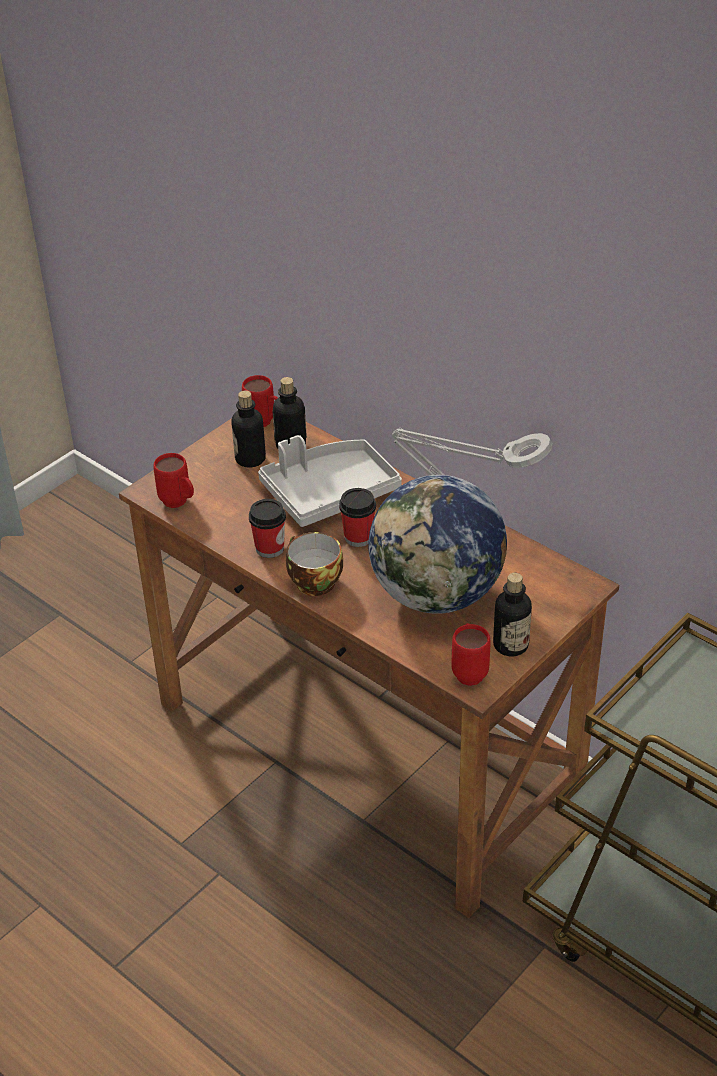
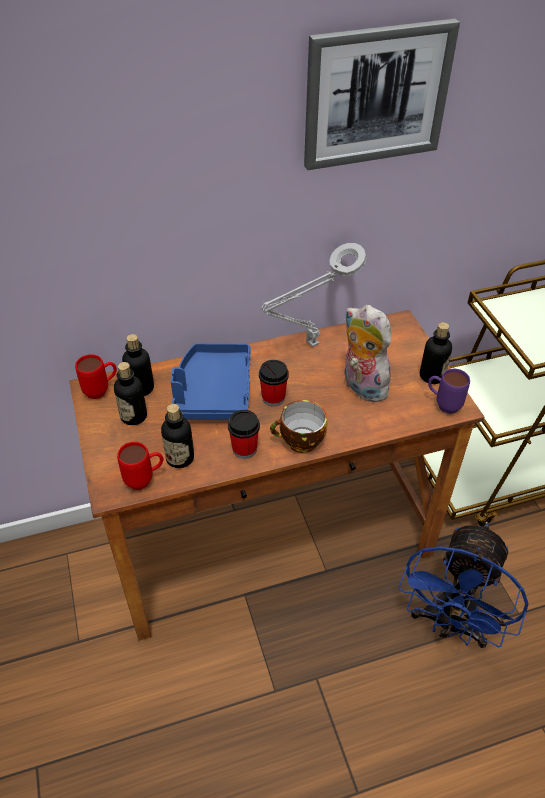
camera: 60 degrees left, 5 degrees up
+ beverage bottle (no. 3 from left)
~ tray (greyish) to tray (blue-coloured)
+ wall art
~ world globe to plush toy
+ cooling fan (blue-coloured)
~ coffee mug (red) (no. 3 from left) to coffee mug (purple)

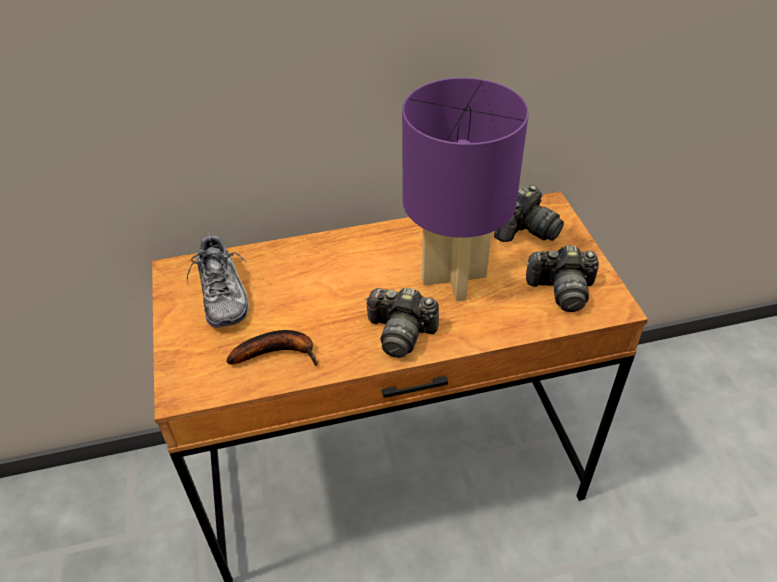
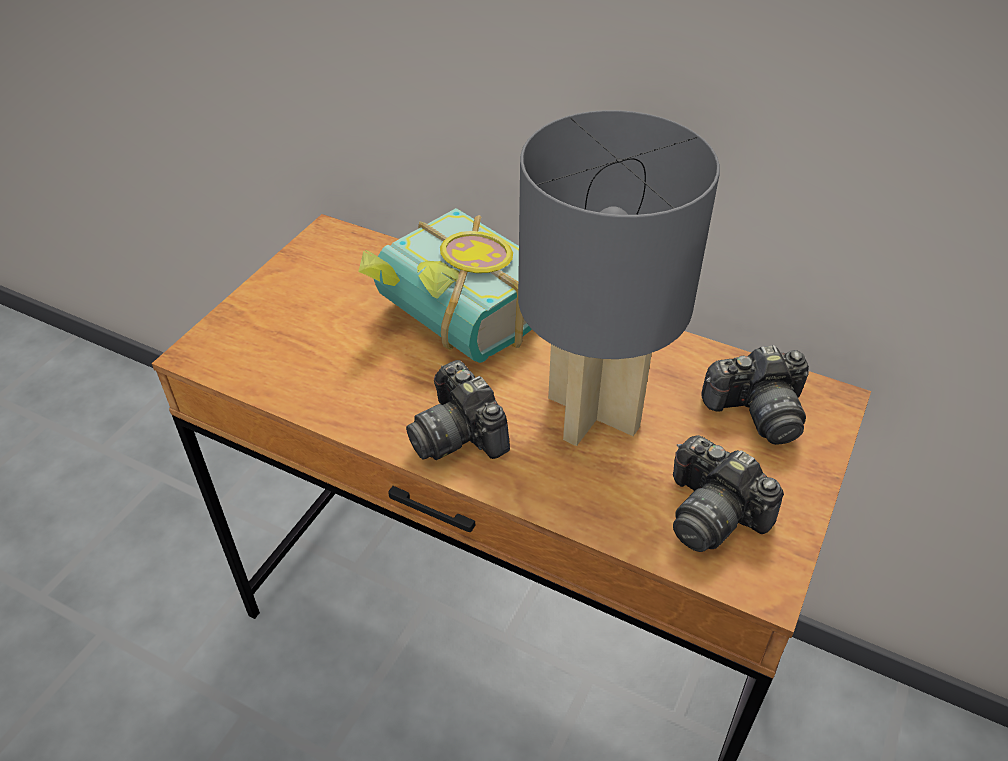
camera: 40 degrees right, 0 degrees up
+ bound book
~ tabletop lamp (purple) to tabletop lamp (greyish)
- shoe
- banana fruit

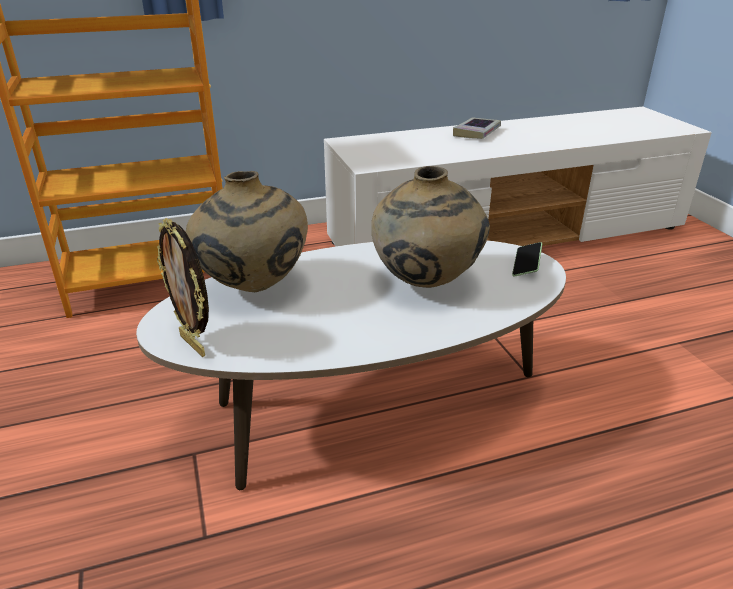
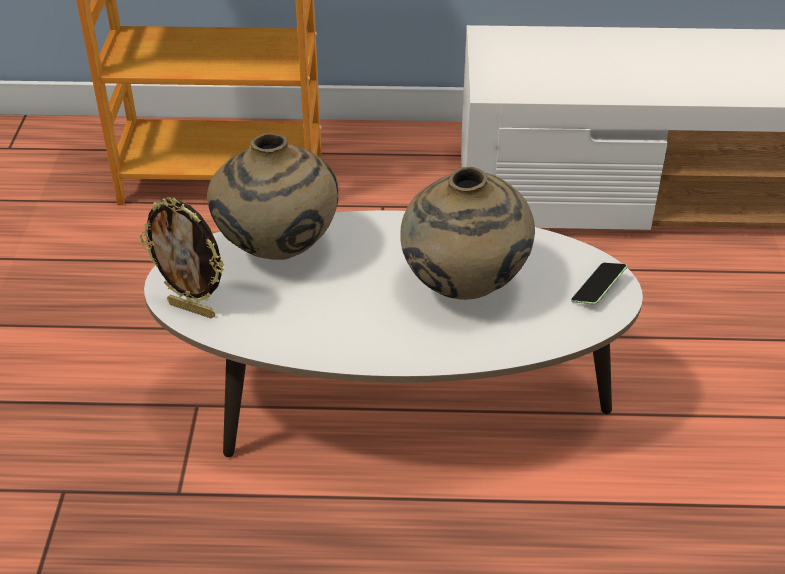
camera: 20 degrees right, 10 degrees up
~ photo frame 45 degrees counterclockwise
- bound book

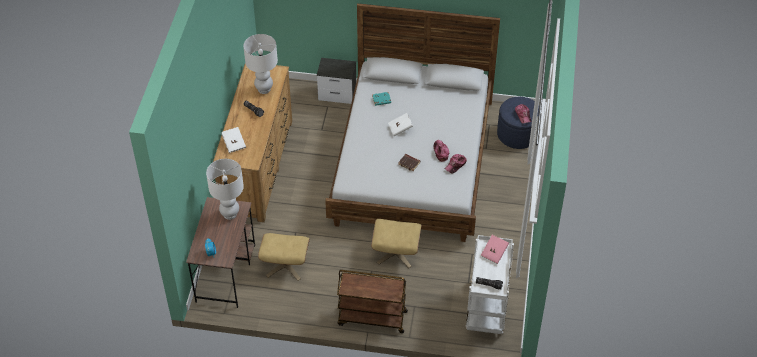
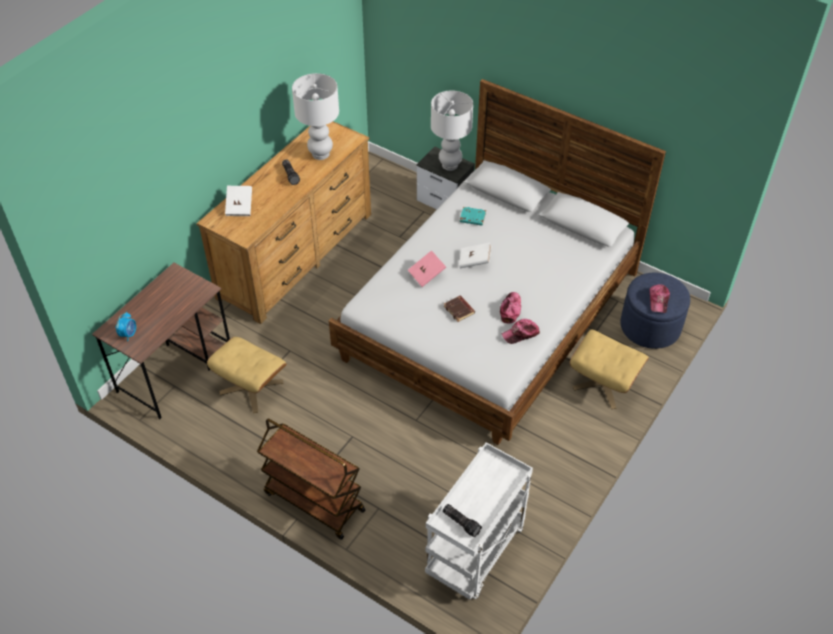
camera: 25 degrees right, 0 degrees up
~ bound book (pink-coloured)
~ tabletop lamp (white) (no. 1 from left in the first image) to tabletop lamp (white) (no. 2 from left)
~ ottoman (sand-coloured) (no. 2 from left)

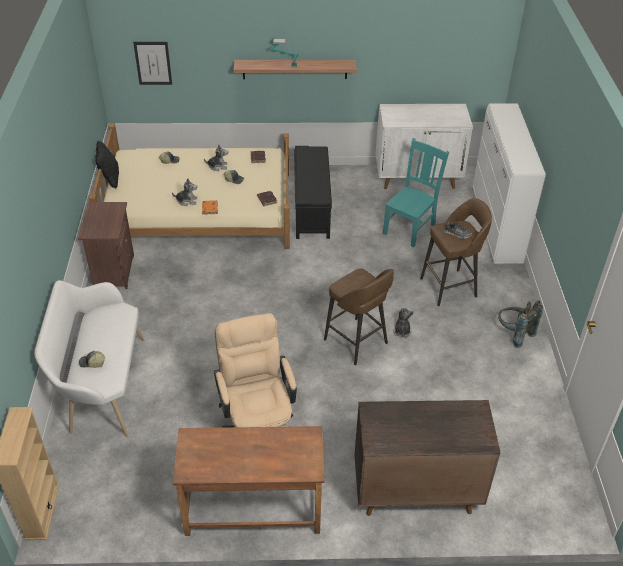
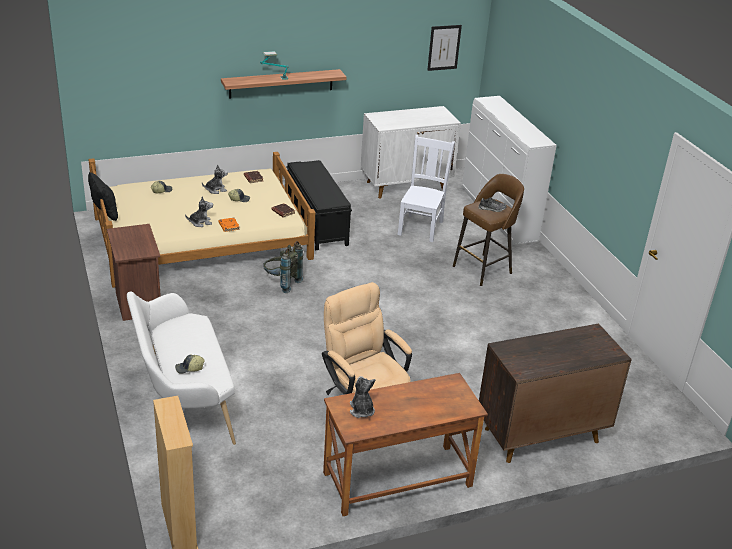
camera: 20 degrees left, 10 degrees down
~ knapsack (greyish)
~ plush toy (no. 3 from left)
~ plain chair (turquoise-coloured) to plain chair (white)
~ wall art
- stool (brown-coloured) (no. 1 from left)

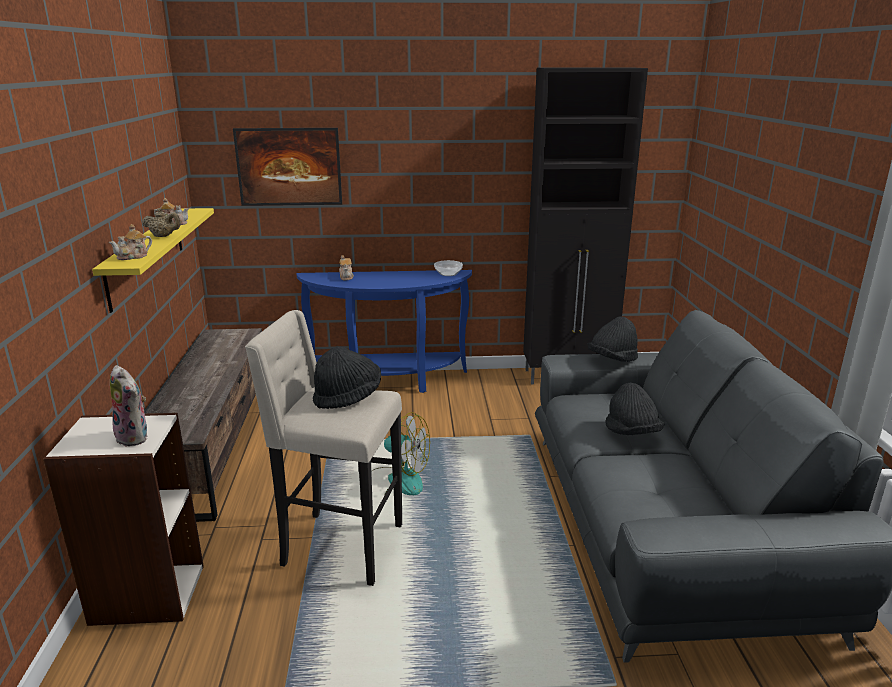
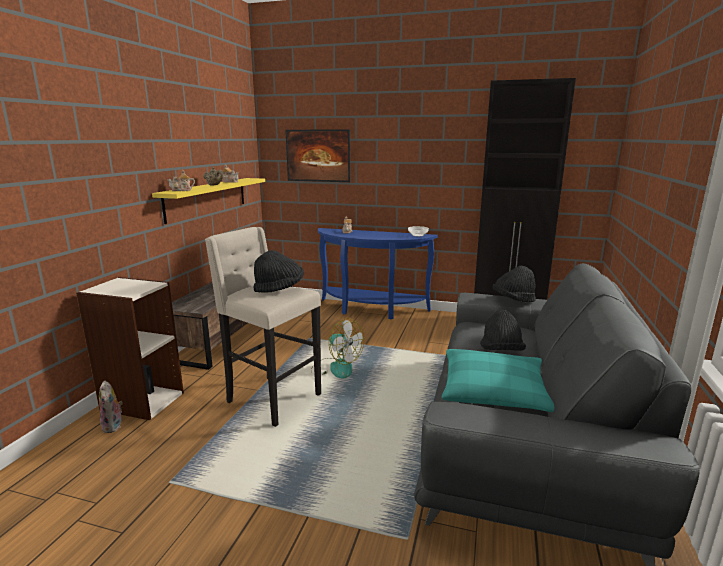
camera: 20 degrees right, 5 degrees down
~ plush toy
+ pillow (turquoise-coloured)

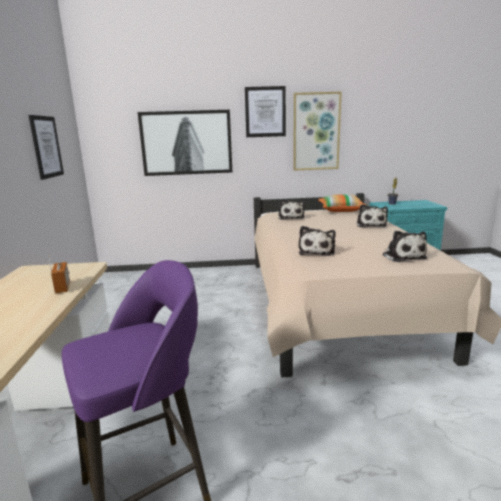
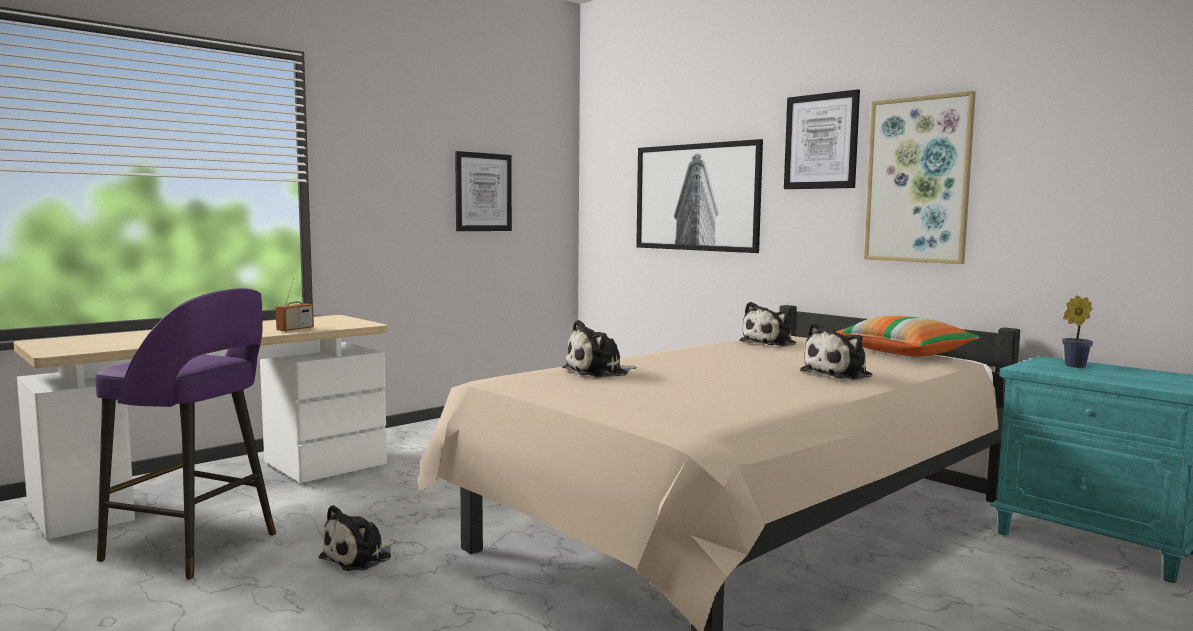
camera: 50 degrees right, 10 degrees down
~ plush toy (no. 4 from left in the first image) to plush toy (no. 1 from left)

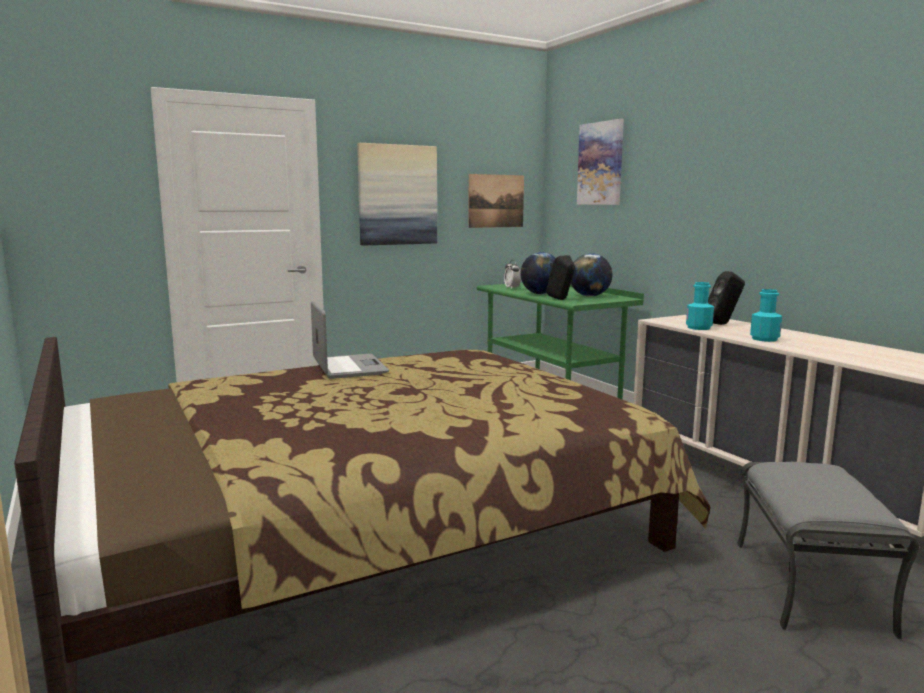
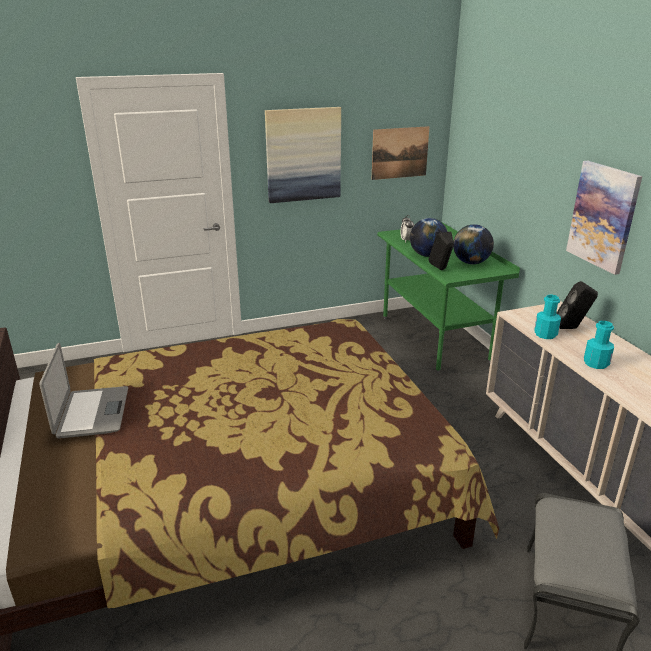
camera: 10 degrees right, 15 degrees up
~ laptop
~ wall art (no. 3 from left)

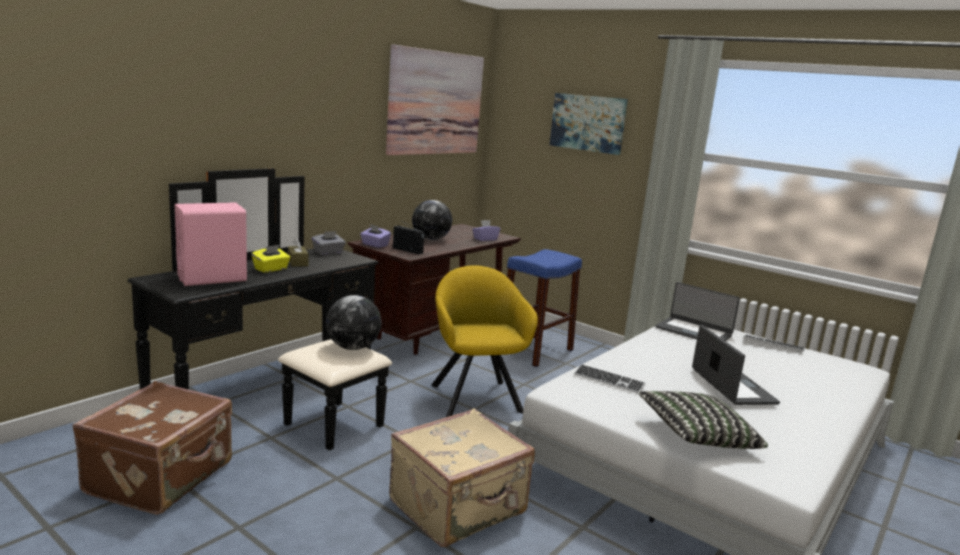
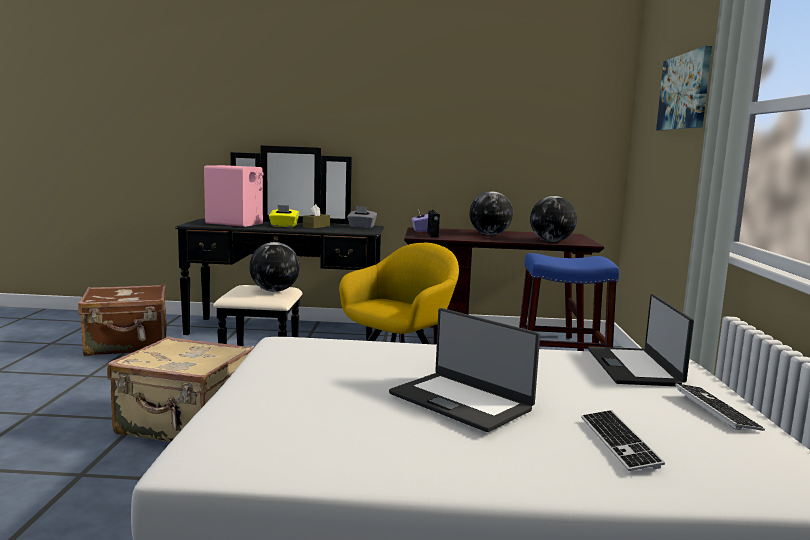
camera: 55 degrees right, 5 degrees down
~ laptop (no. 2 from left in the first image) 90 degrees clockwise
~ box of tissues (purple) (no. 2 from left) to world globe (no. 3 from left)
~ computer keyboard (no. 1 from left)
- wall art (no. 1 from left)
- pillow

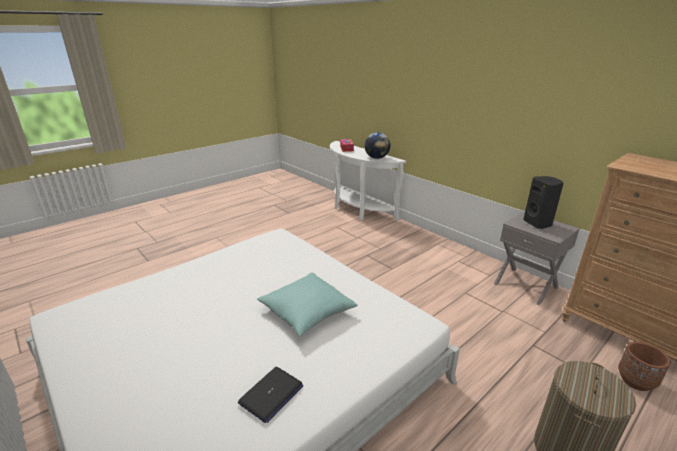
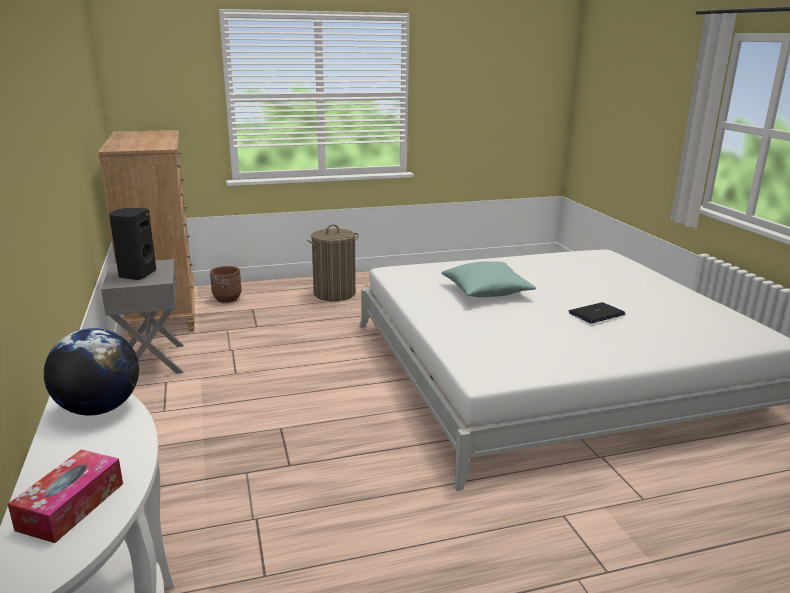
camera: 155 degrees left, 5 degrees down
~ laptop

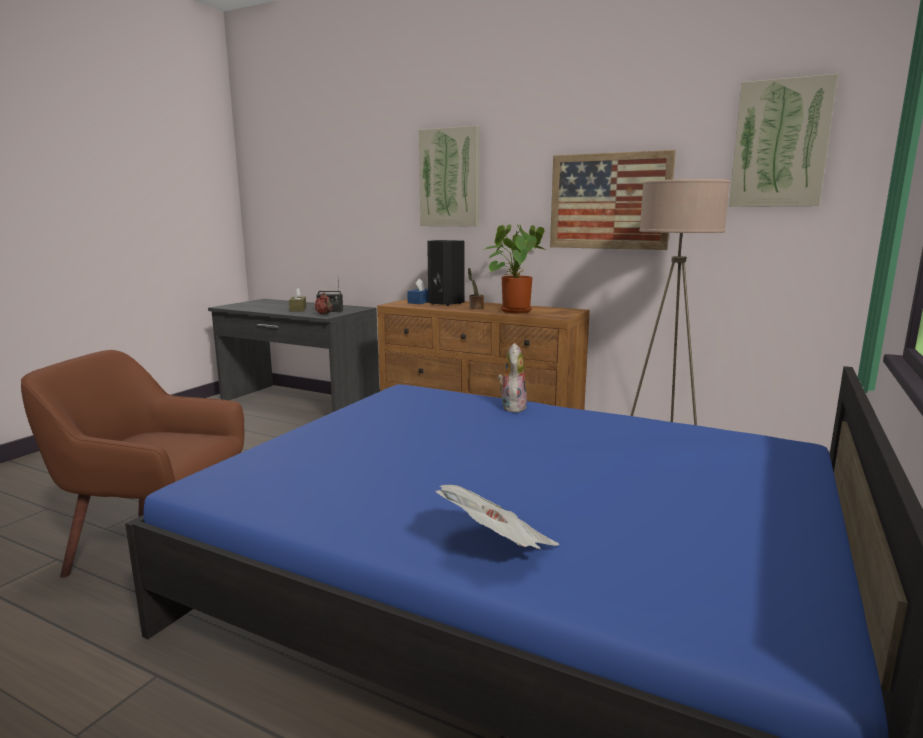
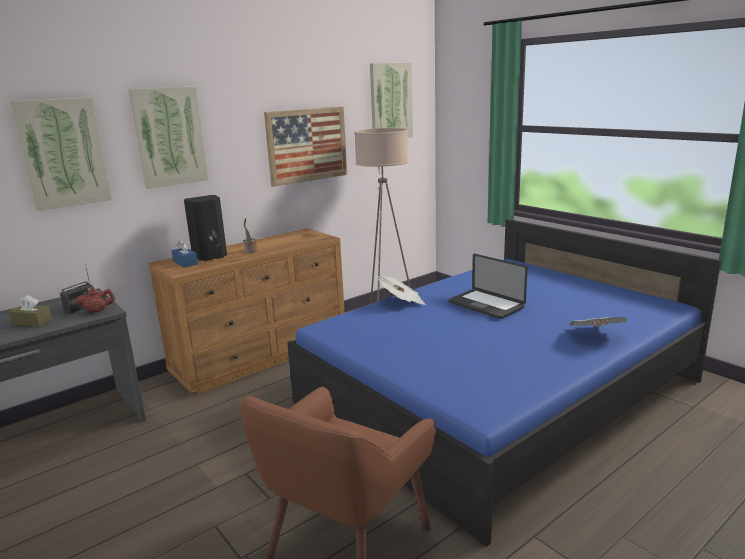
camera: 65 degrees left, 5 degrees up
+ wall art (no. 1 from left)
~ plush toy to printed paper (no. 1 from left)
+ laptop
- houseplant (no. 2 from left)

